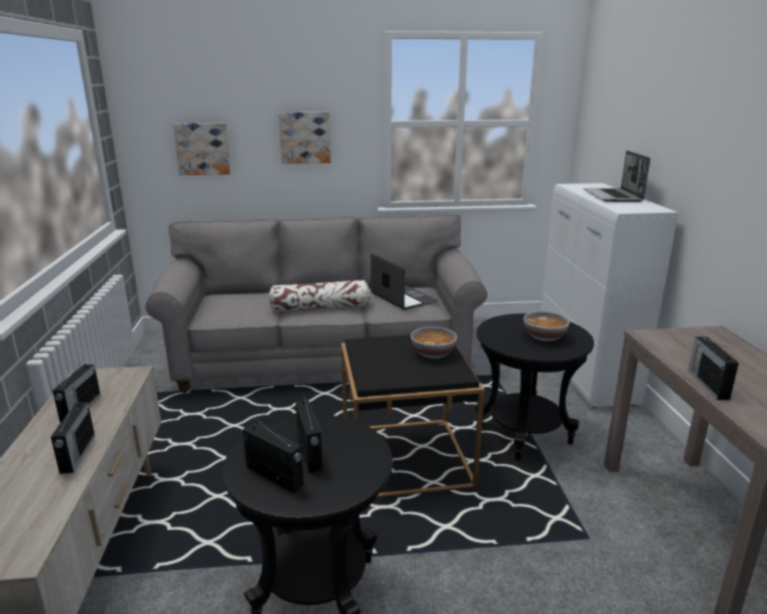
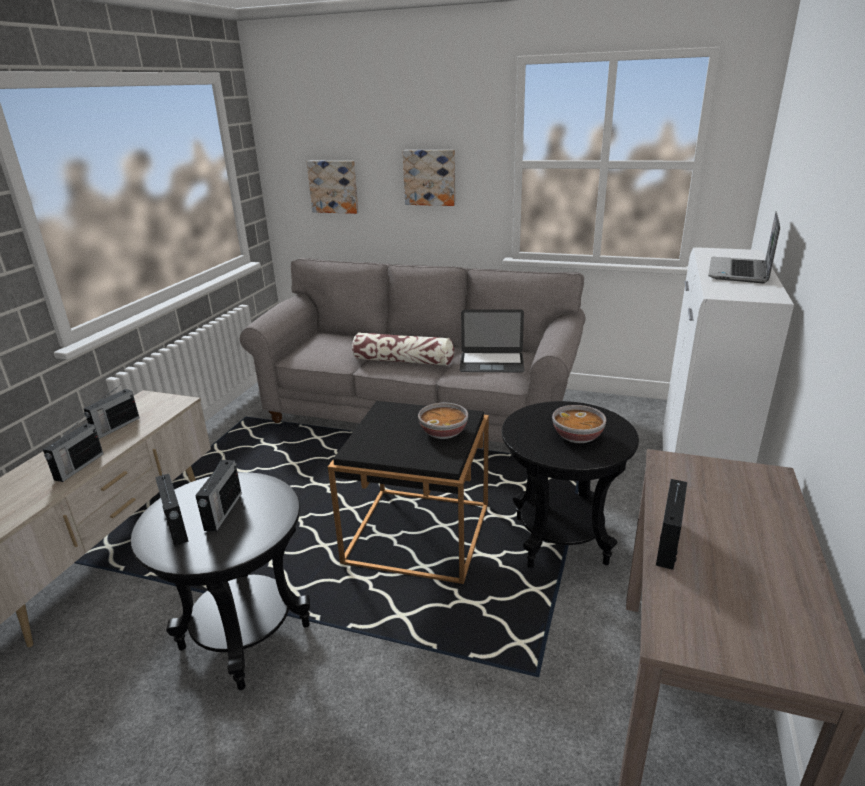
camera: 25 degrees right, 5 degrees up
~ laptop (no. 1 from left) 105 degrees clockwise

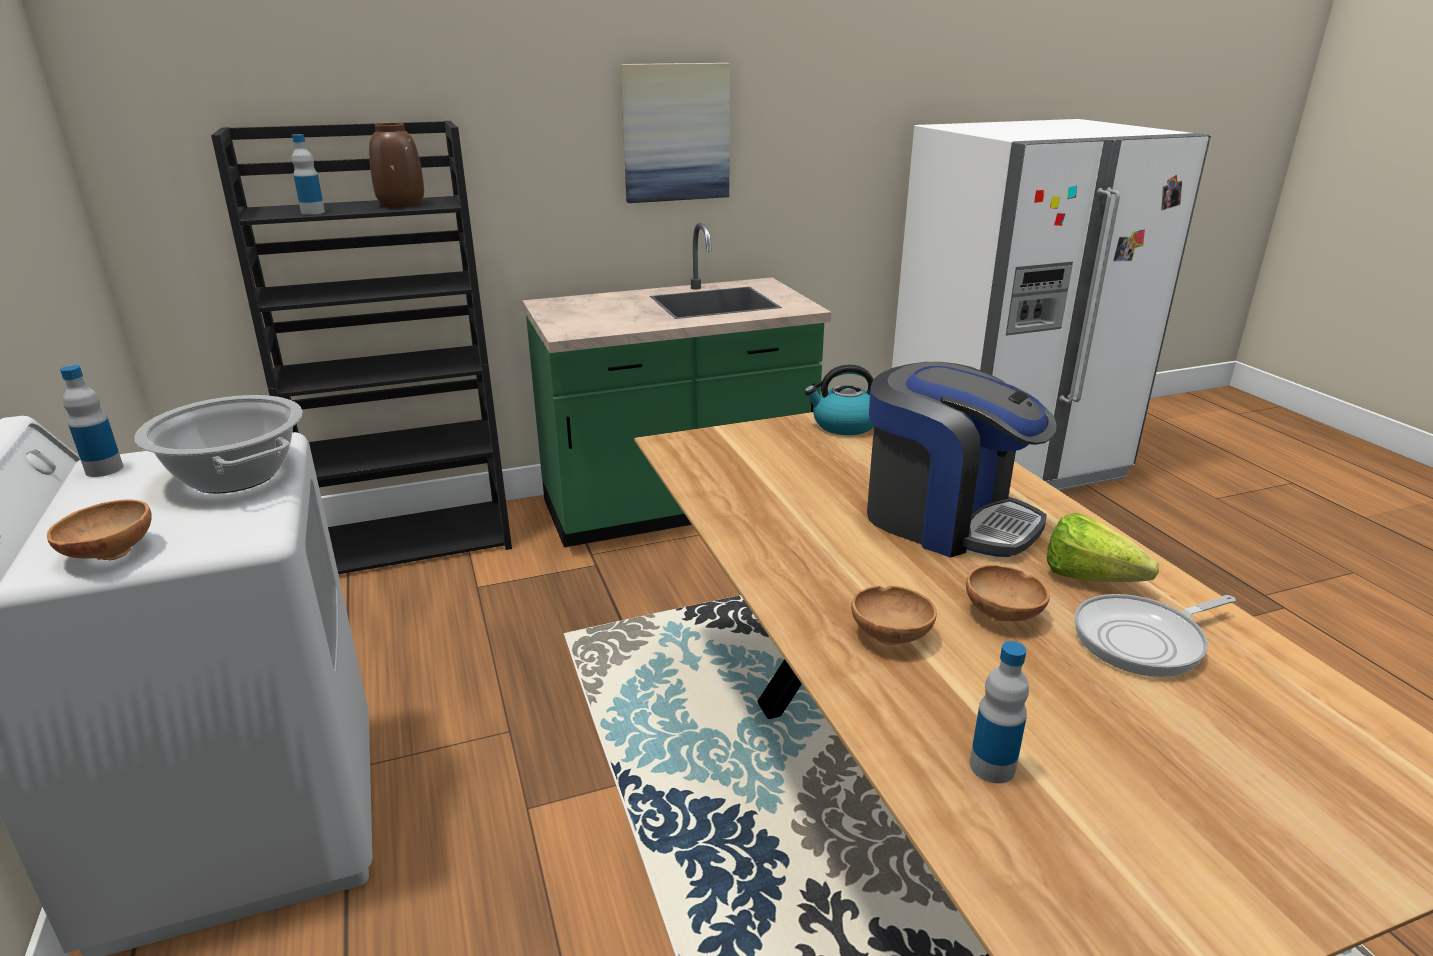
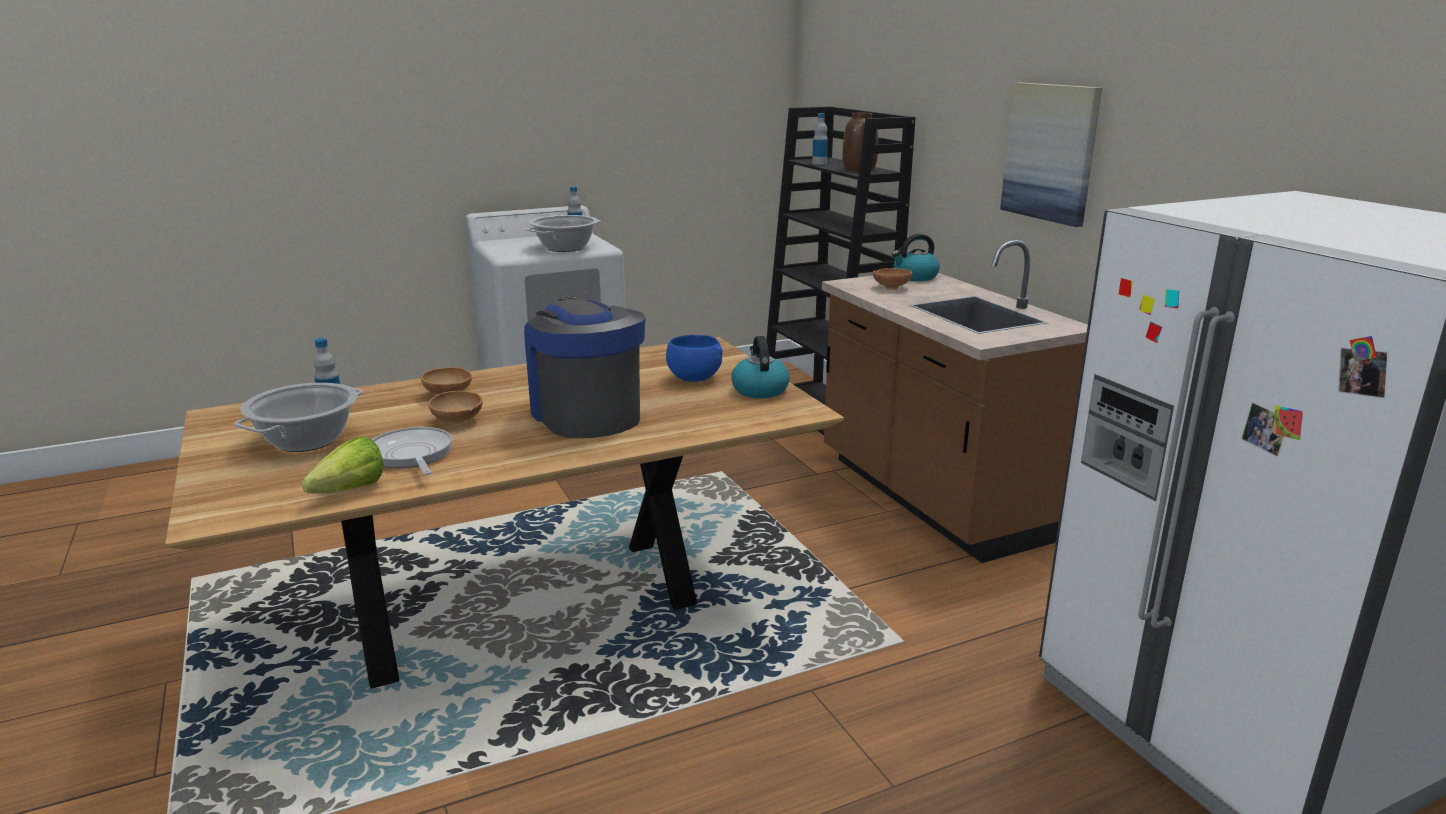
camera: 85 degrees right, 5 degrees down
+ stockpot (no. 1 from left)
~ lettuce head
~ coffee maker 120 degrees clockwise
+ serving bowl (blue-coloured)
~ kitchen counter (greenish) to kitchen counter (brown-coloured)
~ serving bowl (brown-coloured) (no. 1 from left in the first image) to serving bowl (brown-coloured) (no. 3 from left)
+ tea kettle (no. 2 from left)

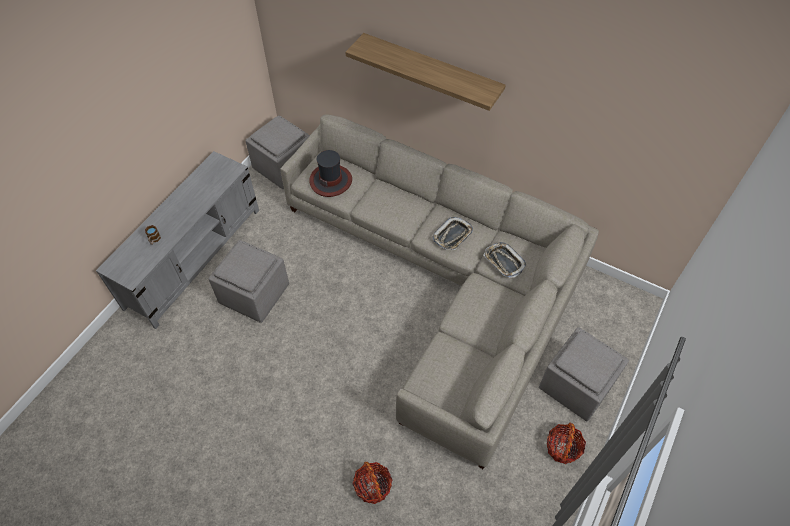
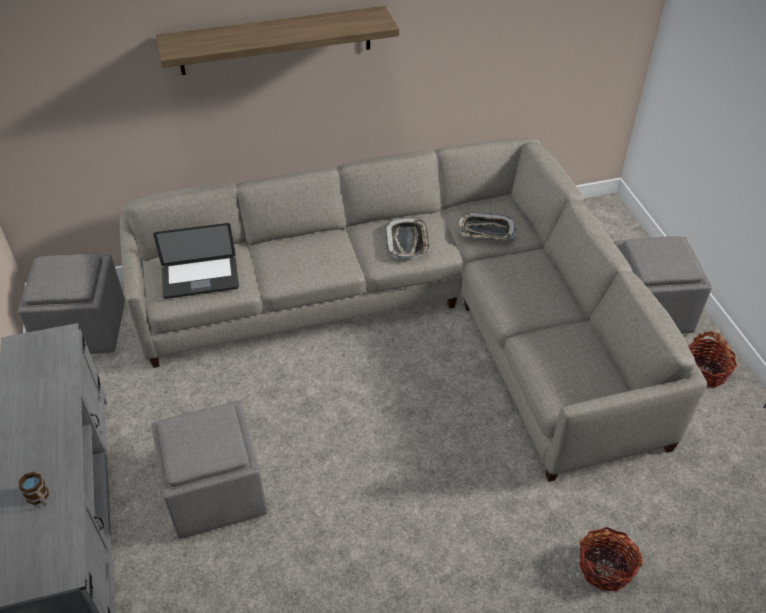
camera: 45 degrees left, 10 degrees down
~ hat to laptop

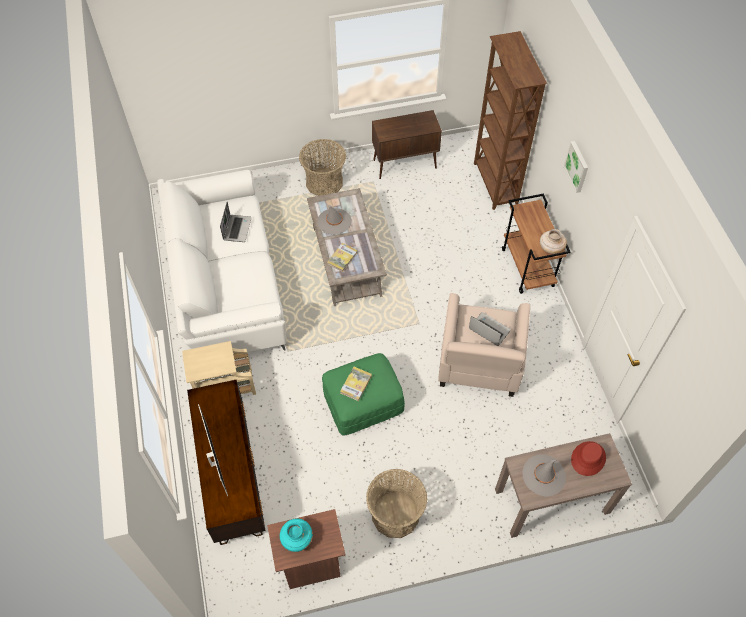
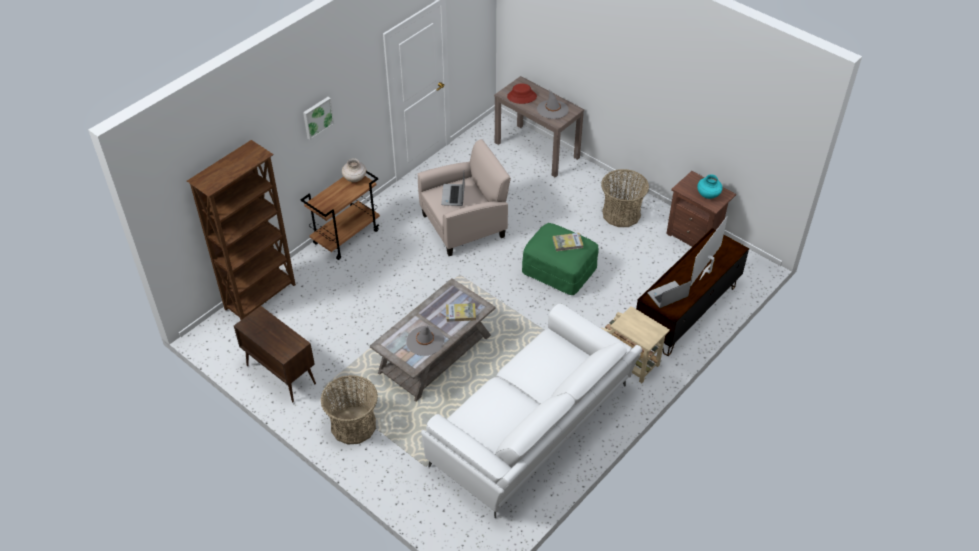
camera: 125 degrees left, 10 degrees down
~ laptop (no. 1 from left in the first image) to laptop (no. 2 from left)

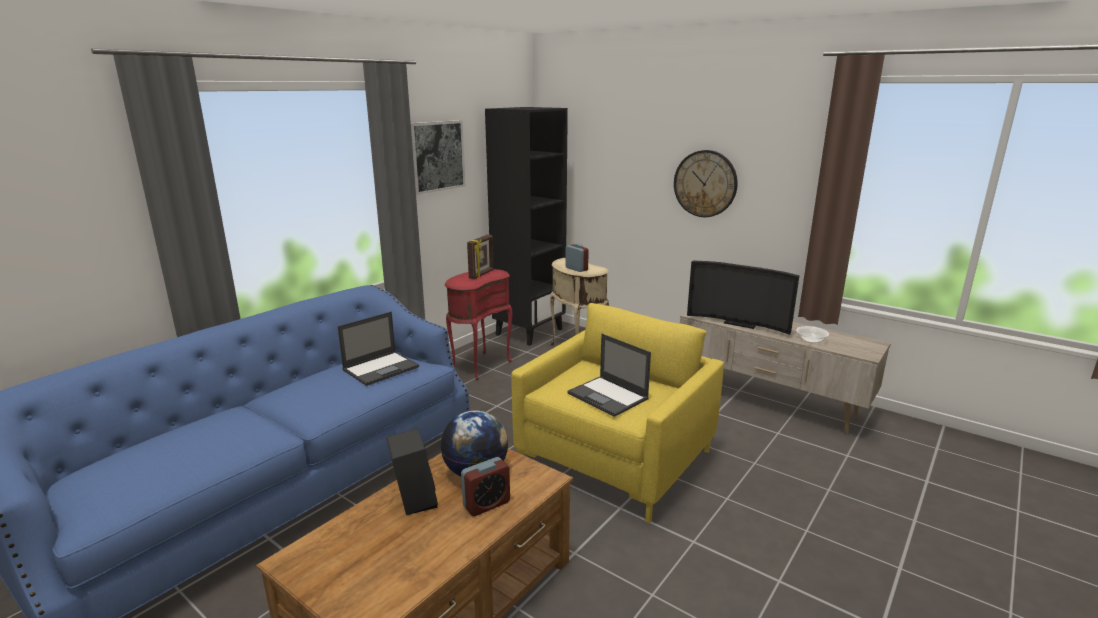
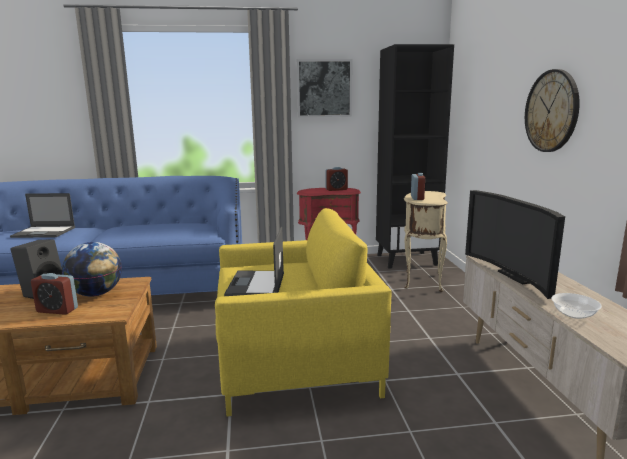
camera: 45 degrees right, 5 degrees down
~ laptop (no. 1 from left)
~ photo frame to alarm clock (no. 2 from left)

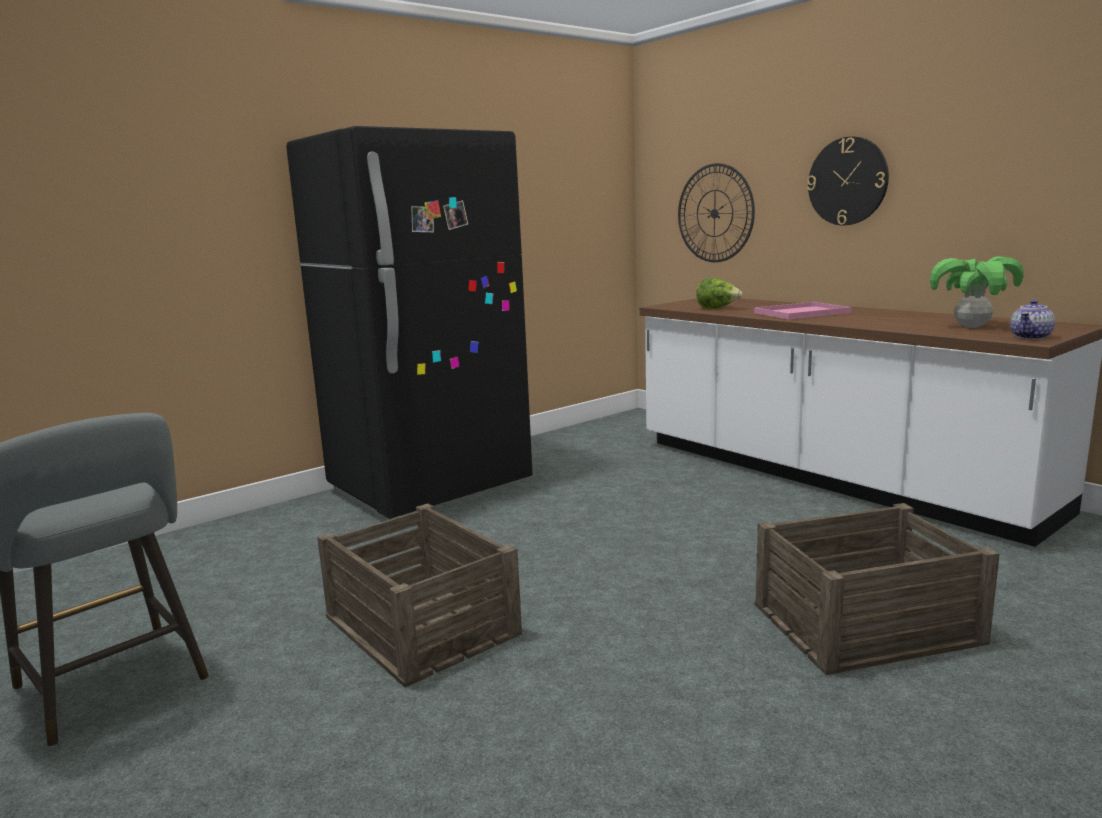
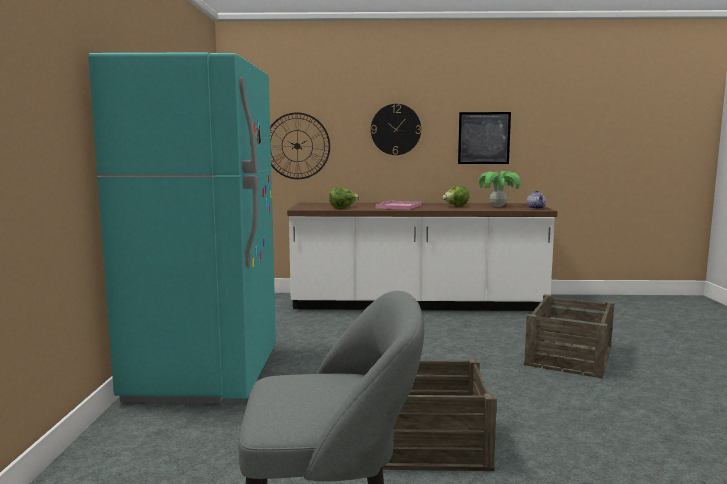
camera: 50 degrees left, 5 degrees down
~ kitchen fridge (blackish) to kitchen fridge (turquoise-coloured)
+ lettuce head (no. 2 from left)
+ wall art

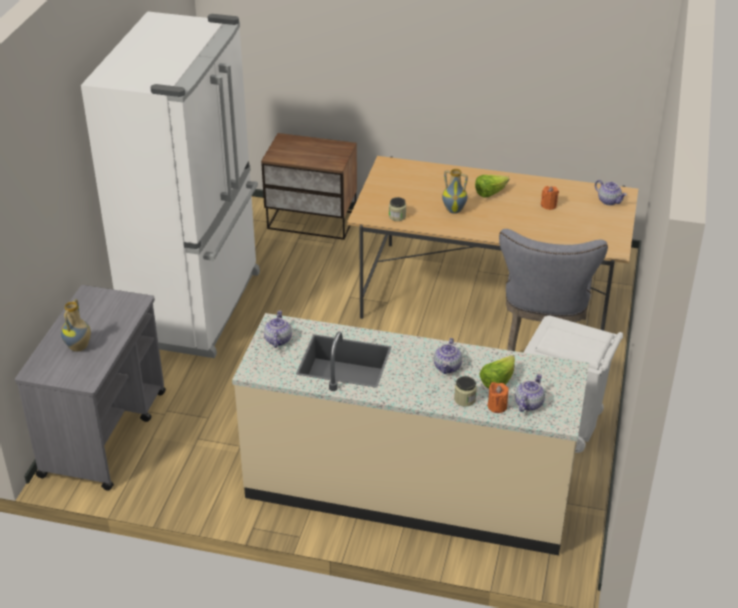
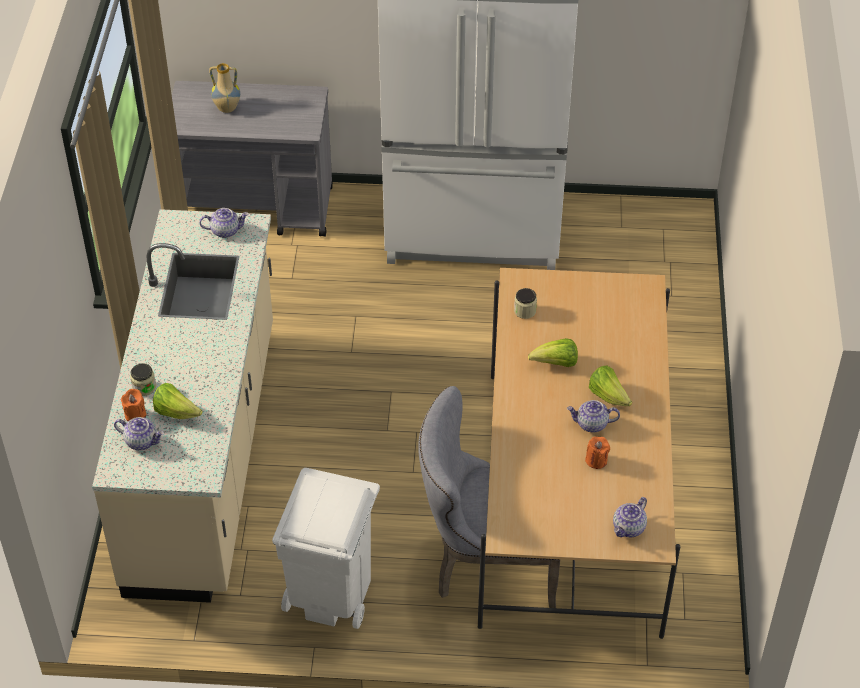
camera: 80 degrees right, 10 degrees up
~ decorative vase (no. 2 from left) to lettuce head (no. 2 from left)
~ teapot (no. 2 from left in the first image) to teapot (no. 3 from left)
- nightstand

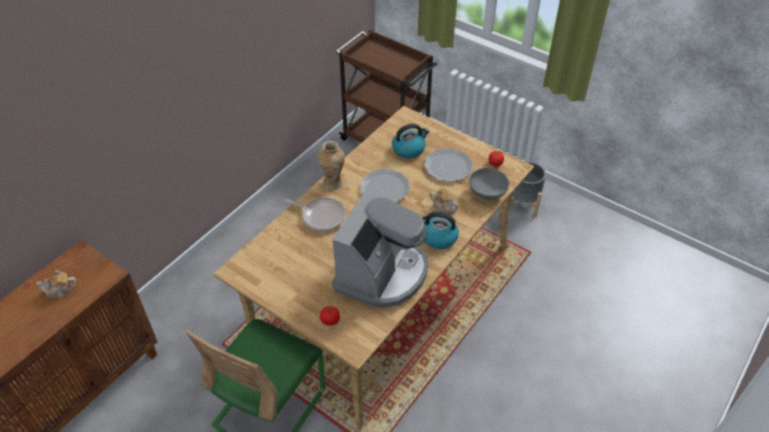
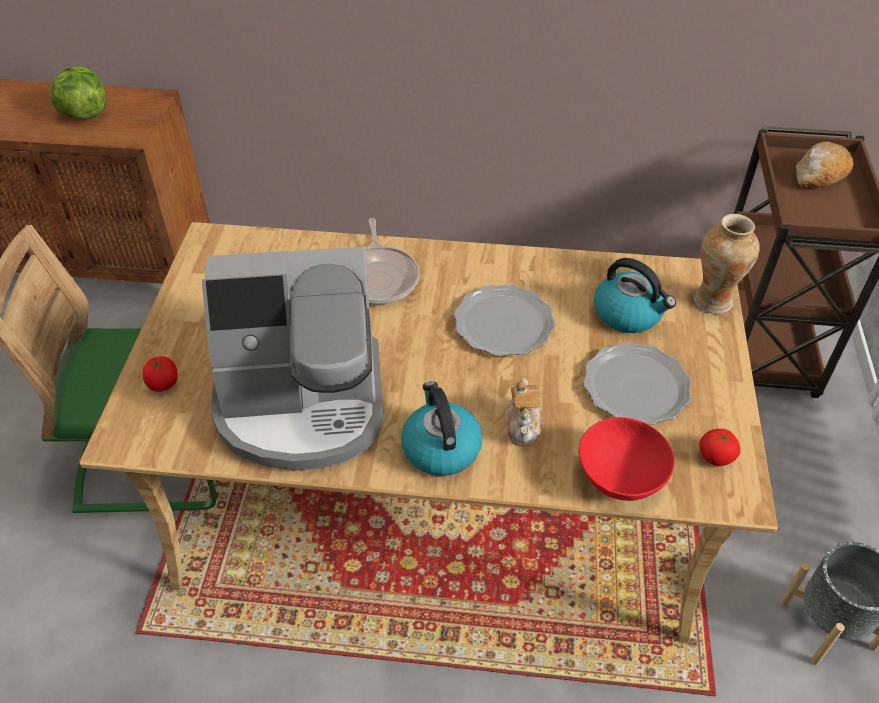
camera: 60 degrees right, 0 degrees up
~ teapot (no. 1 from left) to lettuce head
~ serving bowl (greyish) to serving bowl (red)
~ decorative vase
+ bakery bread

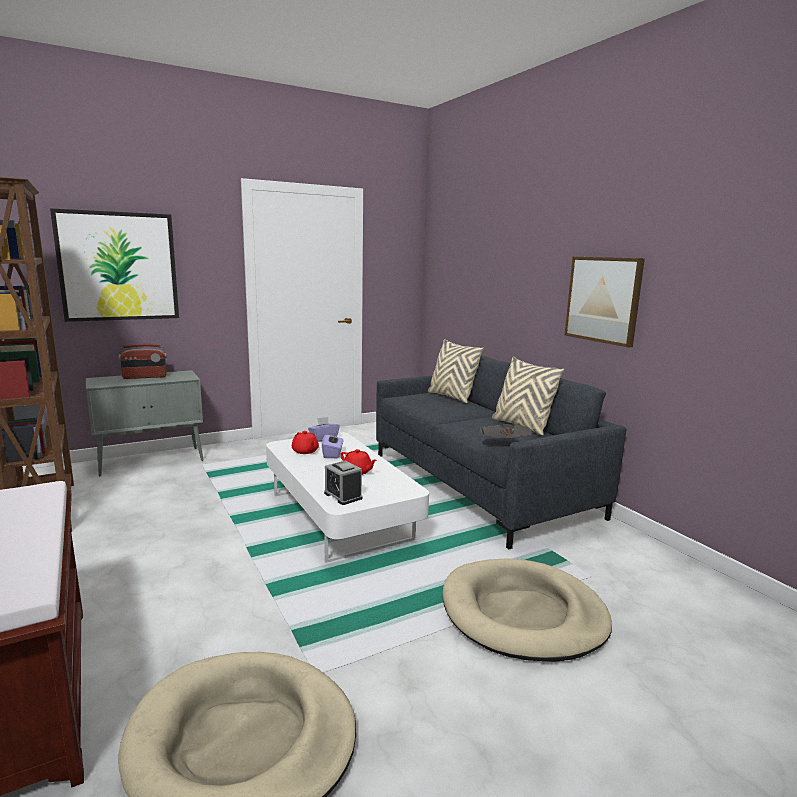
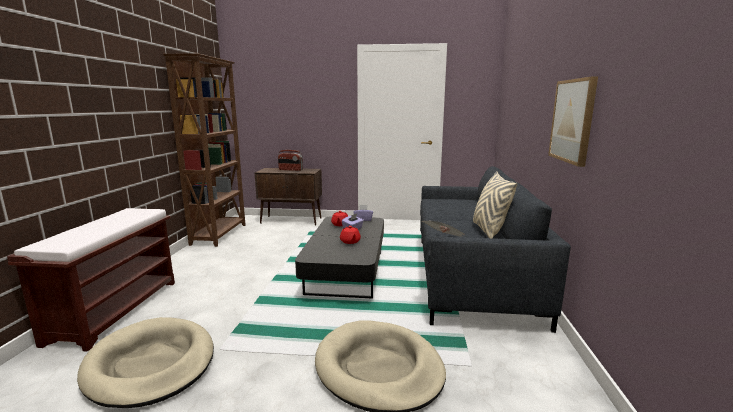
camera: 35 degrees right, 0 degrees up
~ storage cabinet (greyish) to storage cabinet (brown-coloured)
~ lounge table (white) to lounge table (blackish)
- wall art (no. 1 from left)
- alarm clock
- pillow (sand-coloured) (no. 1 from left)

